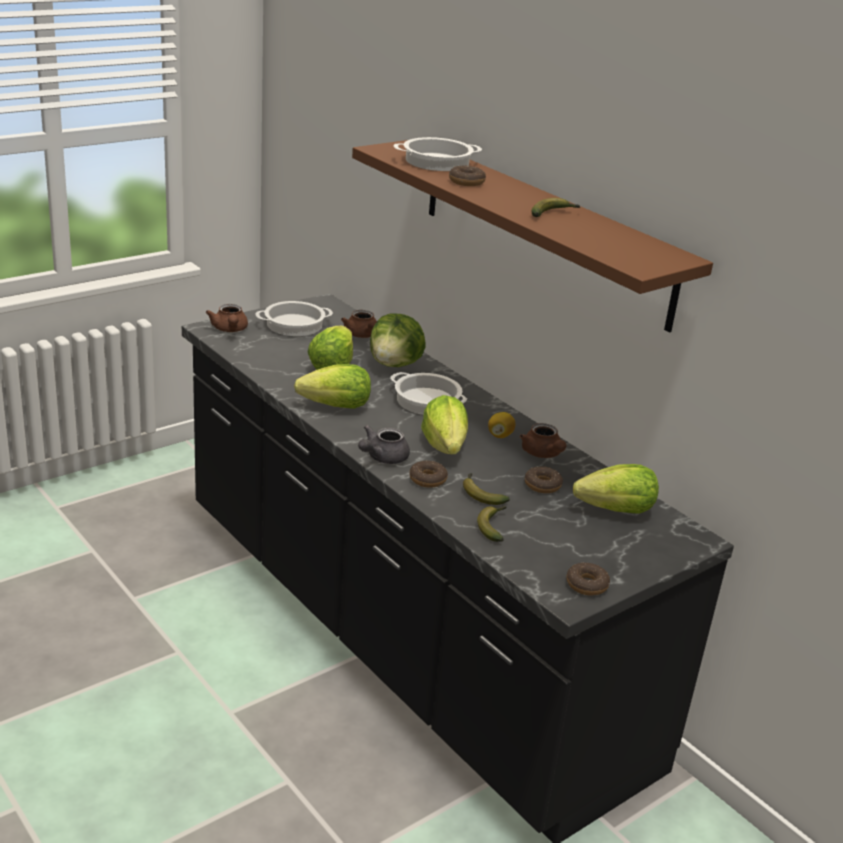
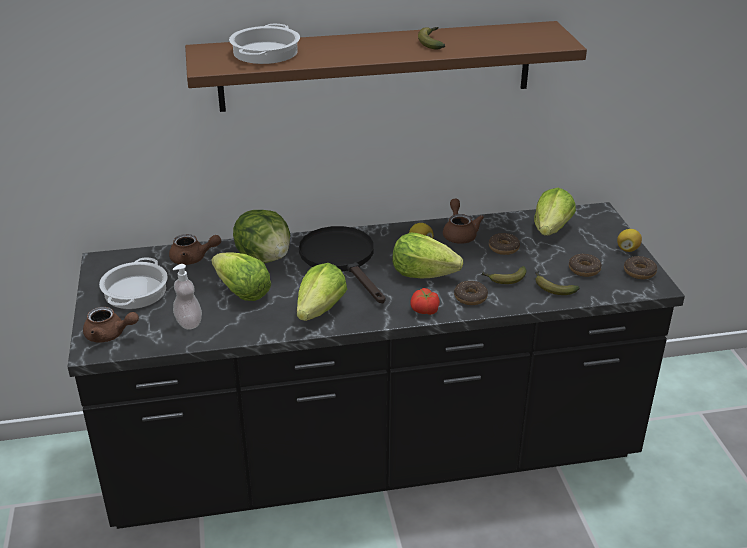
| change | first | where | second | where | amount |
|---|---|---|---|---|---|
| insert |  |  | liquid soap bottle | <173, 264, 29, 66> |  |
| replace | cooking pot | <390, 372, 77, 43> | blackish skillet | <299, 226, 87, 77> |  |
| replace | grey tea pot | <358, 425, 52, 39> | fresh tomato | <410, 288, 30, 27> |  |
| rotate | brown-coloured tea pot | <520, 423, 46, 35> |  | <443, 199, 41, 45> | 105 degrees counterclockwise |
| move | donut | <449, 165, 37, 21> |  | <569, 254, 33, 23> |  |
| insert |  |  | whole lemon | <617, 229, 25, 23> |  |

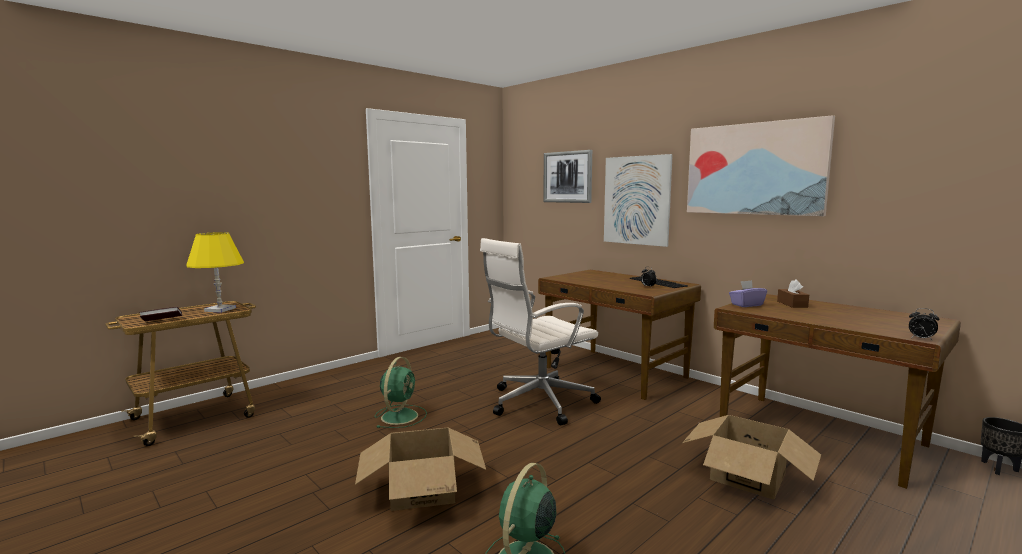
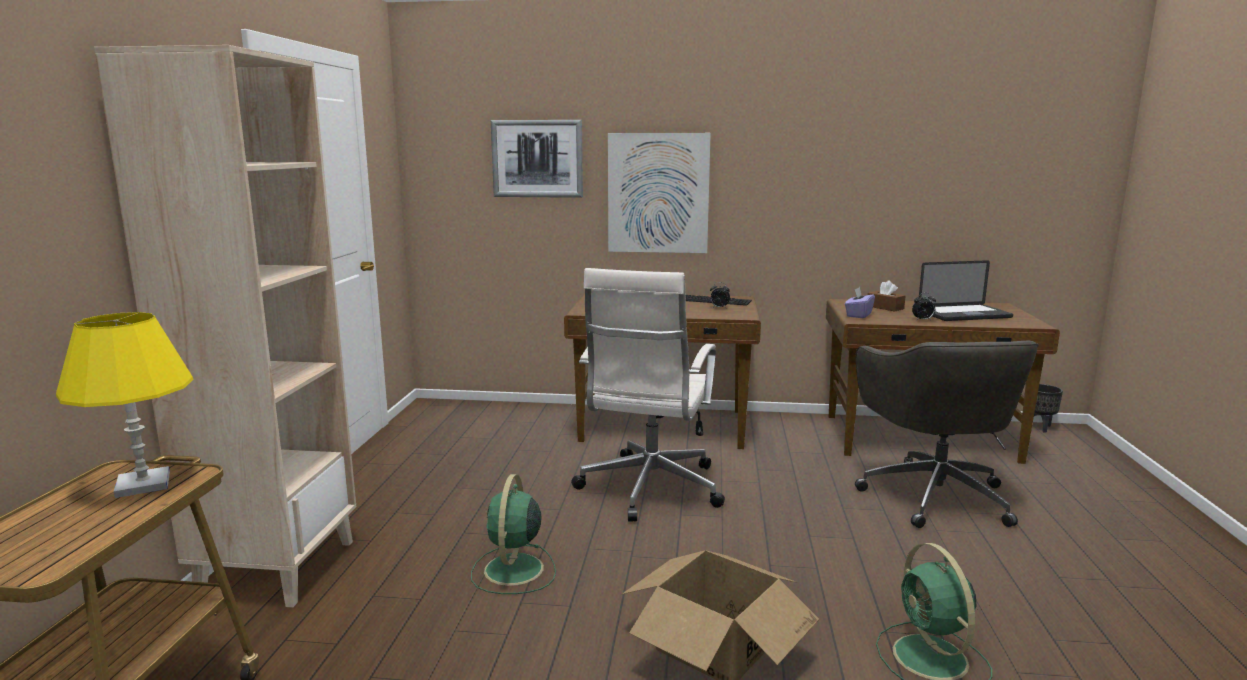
| change | first | where | second | where | amount |
|---|---|---|---|---|---|
| insert |  |  | sand-coloured bookshelf | <94, 45, 262, 563> |  |
| rotate | green electric fan | <375, 357, 52, 71> |  | <471, 474, 85, 120> | 150 degrees counterclockwise |
| replace | cardboard box | <682, 415, 139, 85> | grey desk chair | <855, 340, 184, 188> |  |
| move | table clock | <909, 308, 30, 32> |  | <912, 293, 24, 28> |  |
| insert |  |  | portable computer | <919, 260, 94, 61> |  |
| delete | bound book | <139, 307, 43, 14> |  |  |  |
| delete | wall art | <687, 115, 148, 101> |  |  |  |

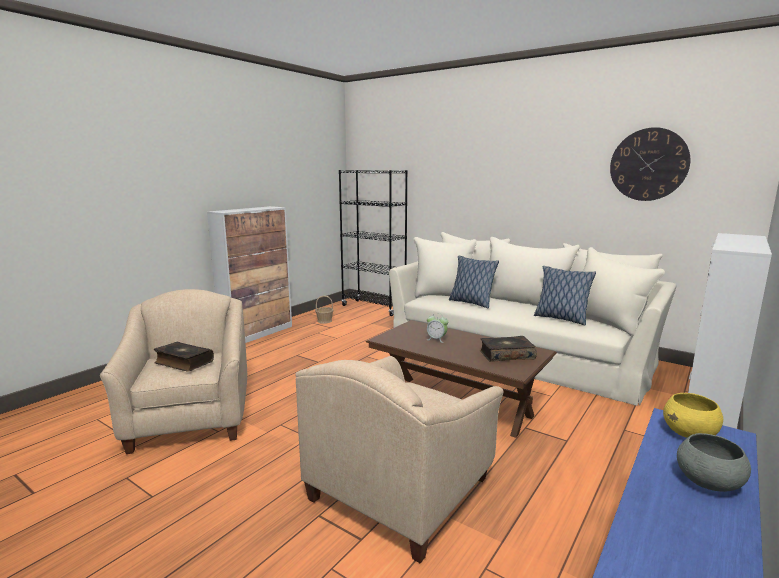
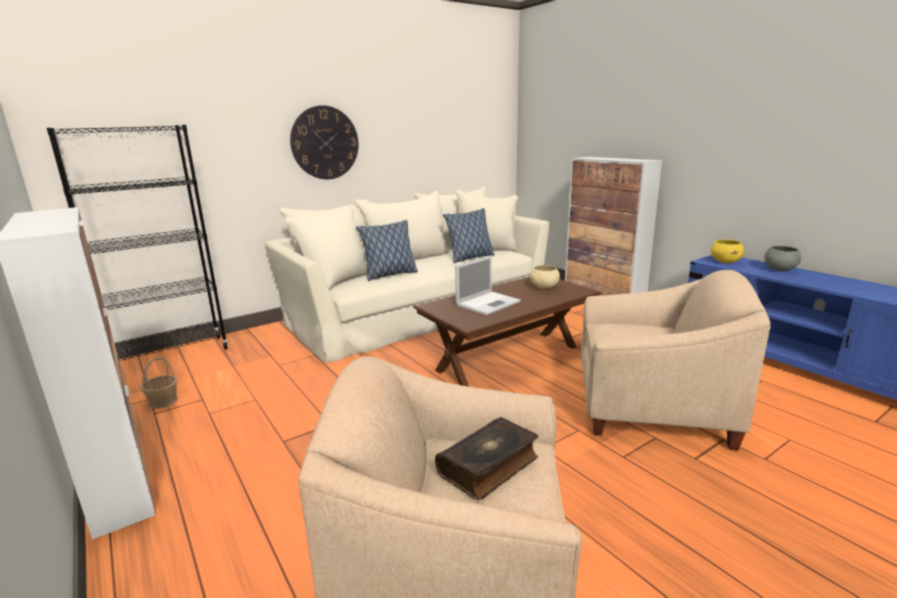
| change | first | where | second | where | amount |
|---|---|---|---|---|---|
| move | hanging clock | <610, 127, 80, 74> |  | <290, 105, 69, 74> |  |
| replace | table clock | <427, 313, 21, 30> | portable computer | <455, 255, 66, 60> |  |
| replace | bound book | <480, 336, 57, 26> | sand-coloured bowl | <530, 265, 30, 24> |  |
| rotate | sand-coloured easy chair | <296, 356, 208, 207> |  | <581, 270, 190, 180> | 45 degrees counterclockwise |

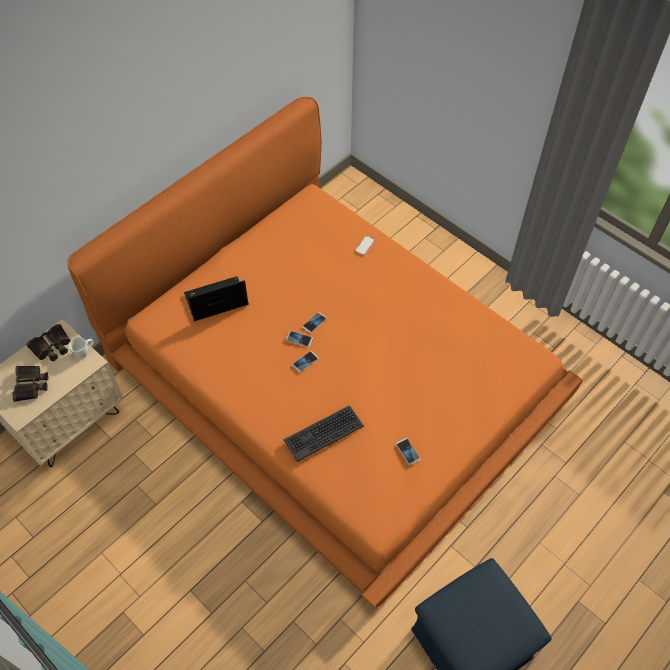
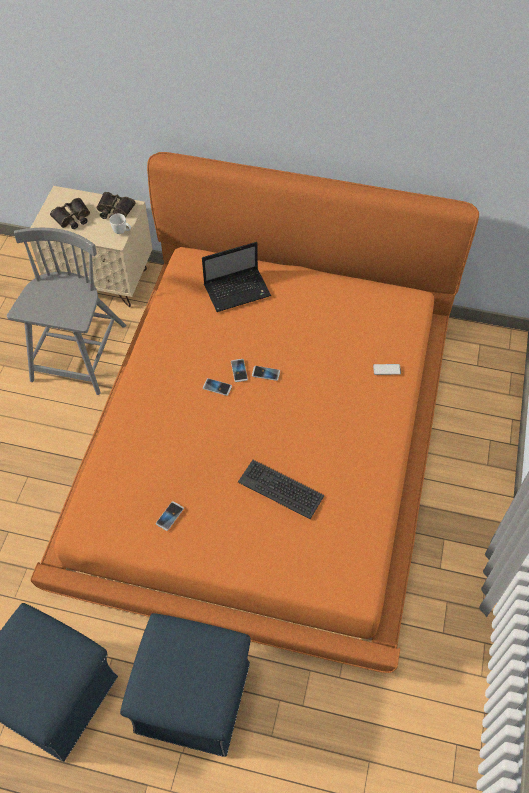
| change | first | where | second | where | amount |
|---|---|---|---|---|---|
| insert |  |  | grey upright chair | <7, 228, 119, 167> |  |
| insert |  |  | blue-coloured pouffe | <120, 613, 131, 144> |  |
| rotate | portable computer | <184, 276, 65, 45> |  | <202, 242, 69, 70> | 120 degrees clockwise |
| move | PC keyboard | <284, 405, 80, 57> |  | <238, 460, 86, 59> |  |

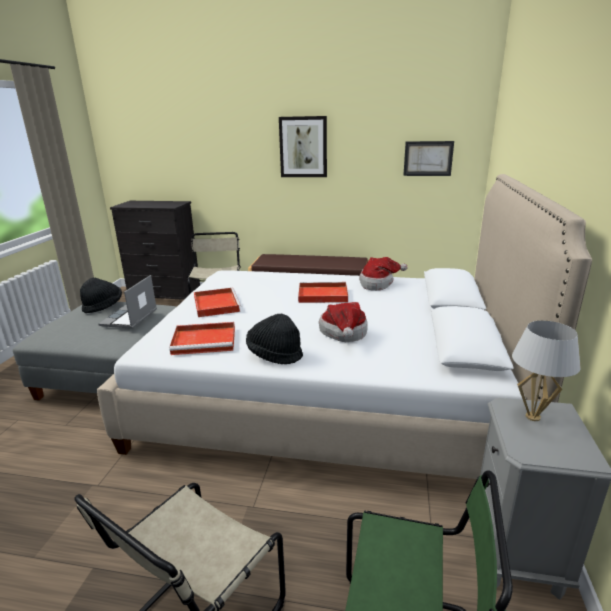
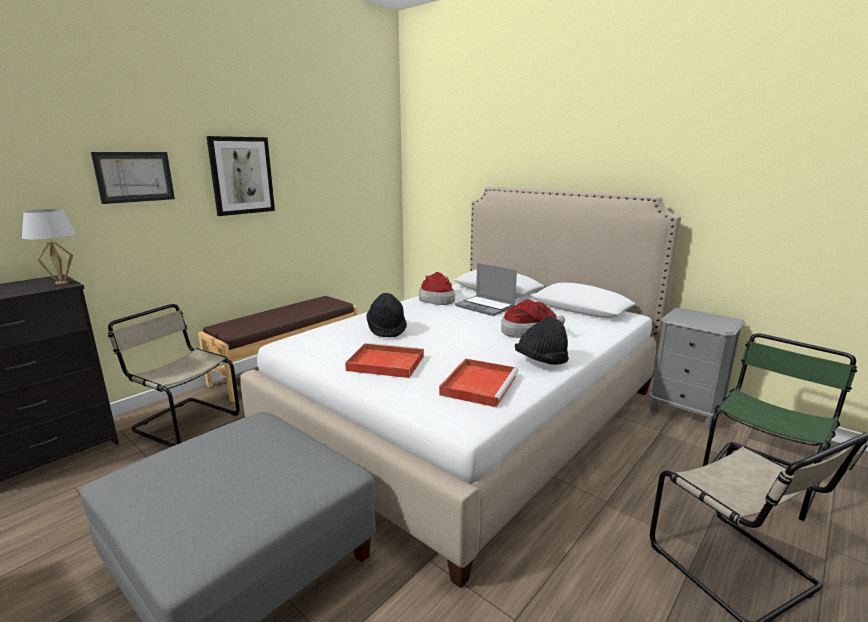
| change | first | where | second | where | amount |
|---|---|---|---|---|---|
| move | white table lamp | <512, 321, 69, 100> |  | <22, 209, 55, 75> |  |
| move | wall art | <403, 141, 51, 35> |  | <91, 152, 84, 52> |  |
| move | blackish wearable hat | <80, 278, 42, 35> |  | <366, 293, 41, 45> |  |
| move | portable computer | <99, 275, 58, 54> |  | <455, 263, 62, 53> |  |
| delete | red carrying tray | <298, 282, 50, 21> |  |  |  |

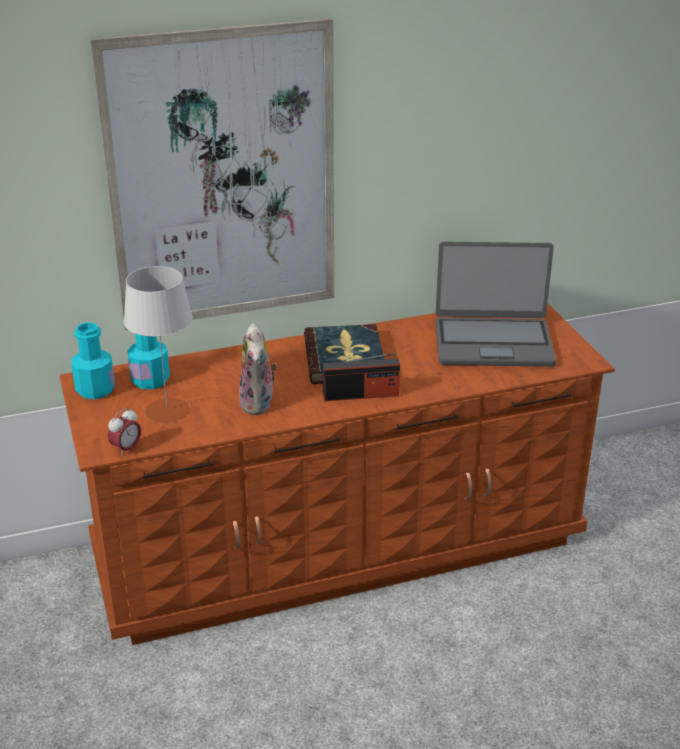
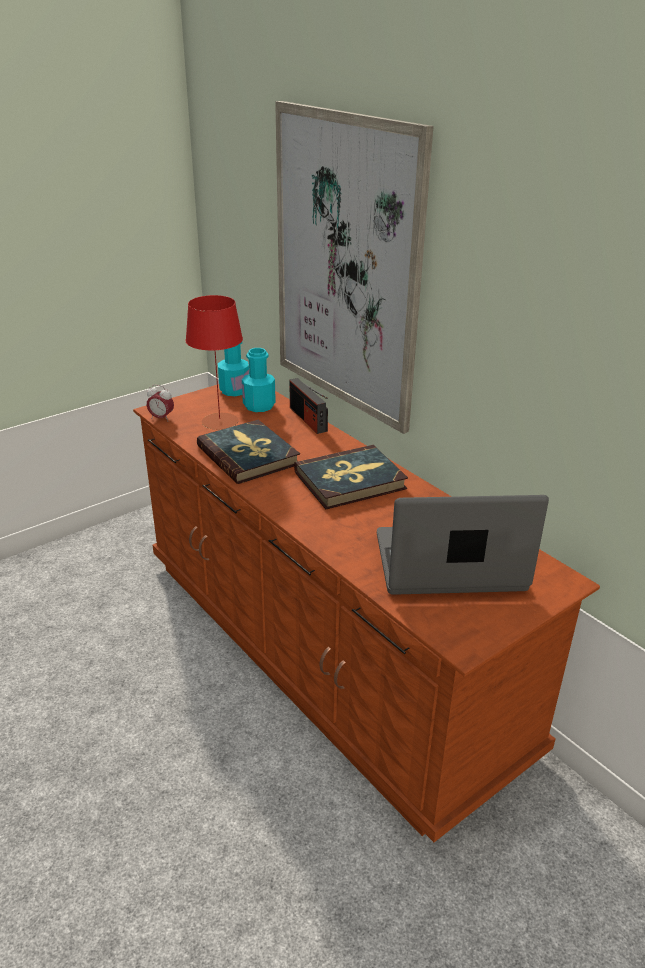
| change | first | where | second | where | amount |
|---|---|---|---|---|---|
| recolor | grey table lamp | <124, 266, 69, 157> | red table lamp | <185, 295, 58, 135> |  |
| replace | cuddly toy | <239, 323, 39, 92> | bound book | <197, 420, 103, 64> |  |
| move | radio | <323, 352, 77, 49> |  | <289, 378, 39, 56> |  |
| rotate | portable computer | <435, 242, 121, 125> |  | <377, 495, 172, 100> | 105 degrees clockwise |

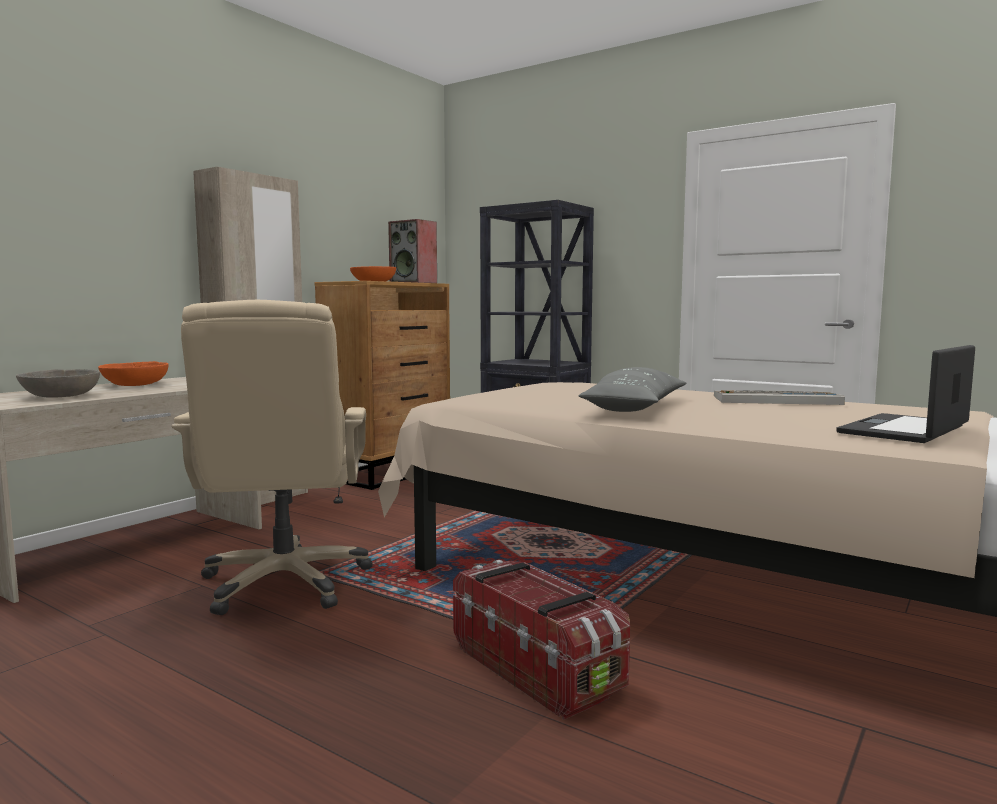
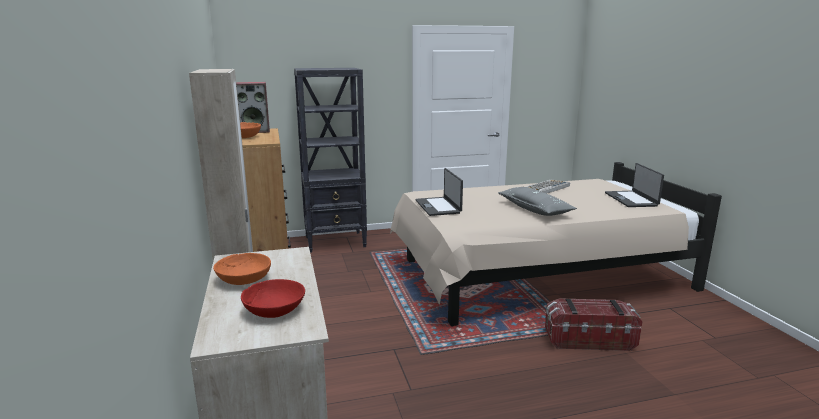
| change | first | where | second | where | amount |
|---|---|---|---|---|---|
| recolor | grey bowl | <16, 369, 84, 29> | red bowl | <241, 279, 64, 39> |  |
| insert |  |  | portable computer | <415, 168, 48, 48> |  |
| delete | sand-coloured desk chair | <171, 300, 202, 315> |  |  |  |

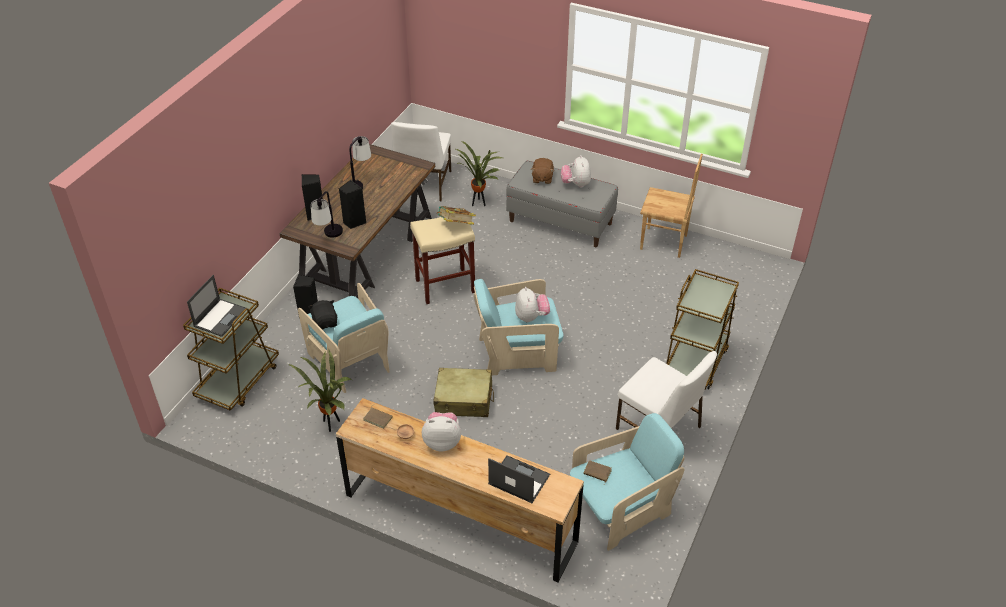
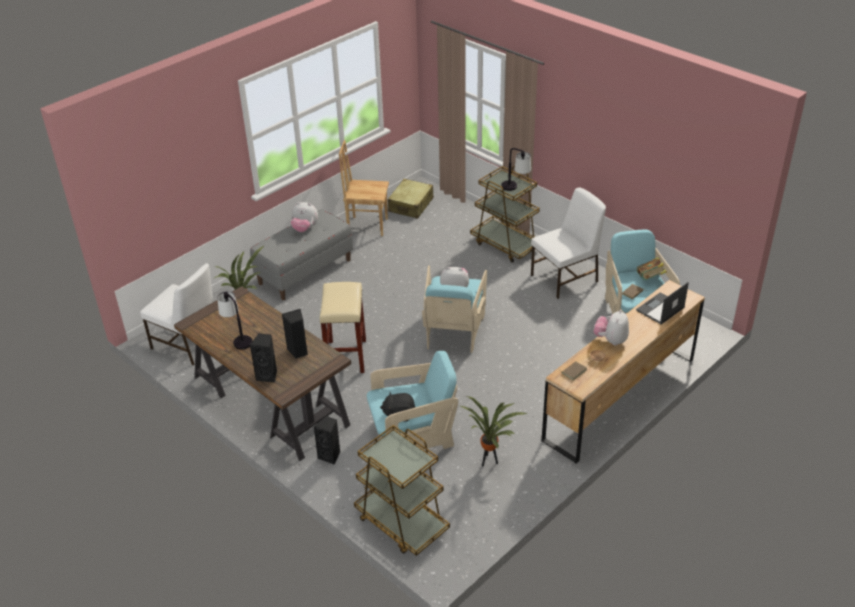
| change | first | where | second | where | amount |
|---|---|---|---|---|---|
| rotate | brown-coloured upright chair | <640, 154, 63, 104> |  | <339, 140, 50, 96> | 120 degrees counterclockwise |
| move | sand-coloured piece of luggage | <433, 368, 61, 49> |  | <388, 179, 45, 40> |  |
| move | table lamp | <311, 191, 32, 47> |  | <501, 148, 30, 43> |  |
| move | bound book | <437, 206, 39, 19> |  | <637, 257, 30, 23> |  |
| delete | portable computer | <187, 275, 59, 62> |  |  |  |
| delete | brown-coloured cuddly toy | <531, 158, 23, 26> |  |  |  |

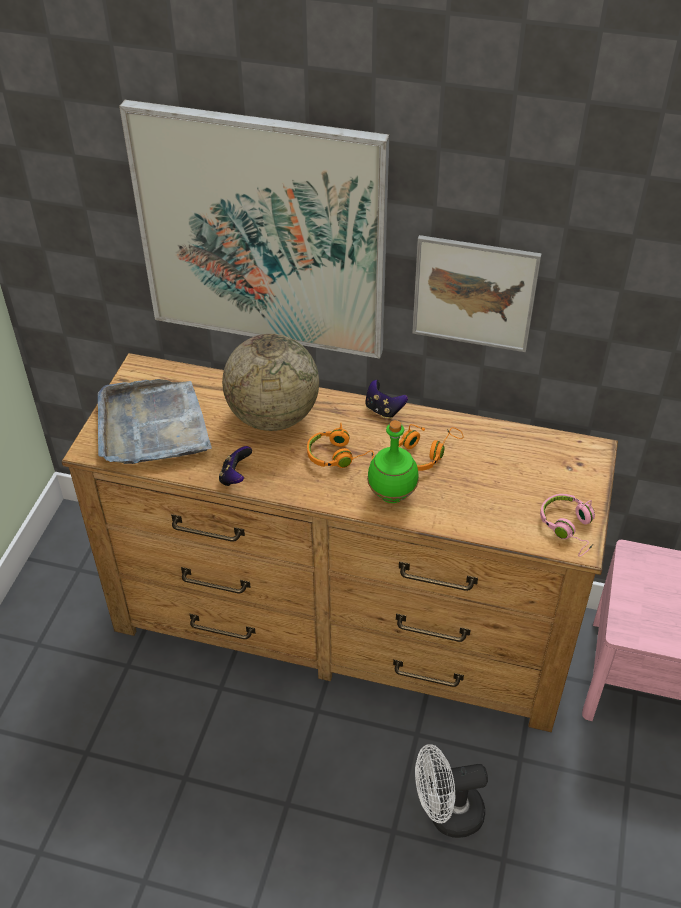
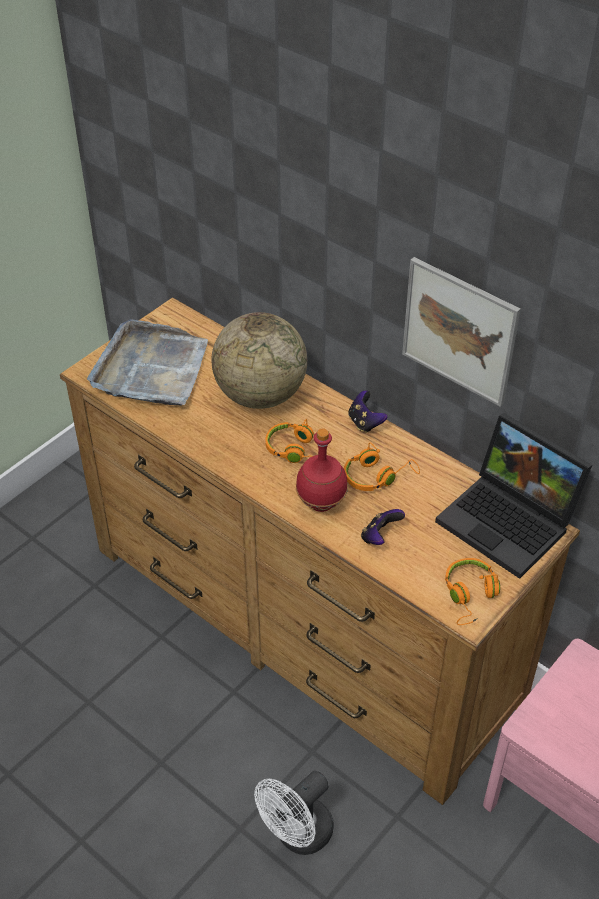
| change | first | where | second | where | amount |
|---|---|---|---|---|---|
| rotate | white electric fan | <415, 744, 73, 94> |  | <254, 771, 80, 84> | 60 degrees counterclockwise |
| recolor | green beverage bottle | <367, 420, 52, 83> | red beverage bottle | <296, 428, 52, 84> |  |
| move | joypad | <219, 446, 33, 40> |  | <361, 509, 44, 36> |  |
| insert |  |  | portable computer | <435, 413, 157, 166> |  |
| recolor | pink pair of headphones | <540, 494, 55, 63> | orange pair of headphones | <445, 558, 55, 67> |  |
| delete | wall art | <119, 100, 271, 259> |  |  |  |

